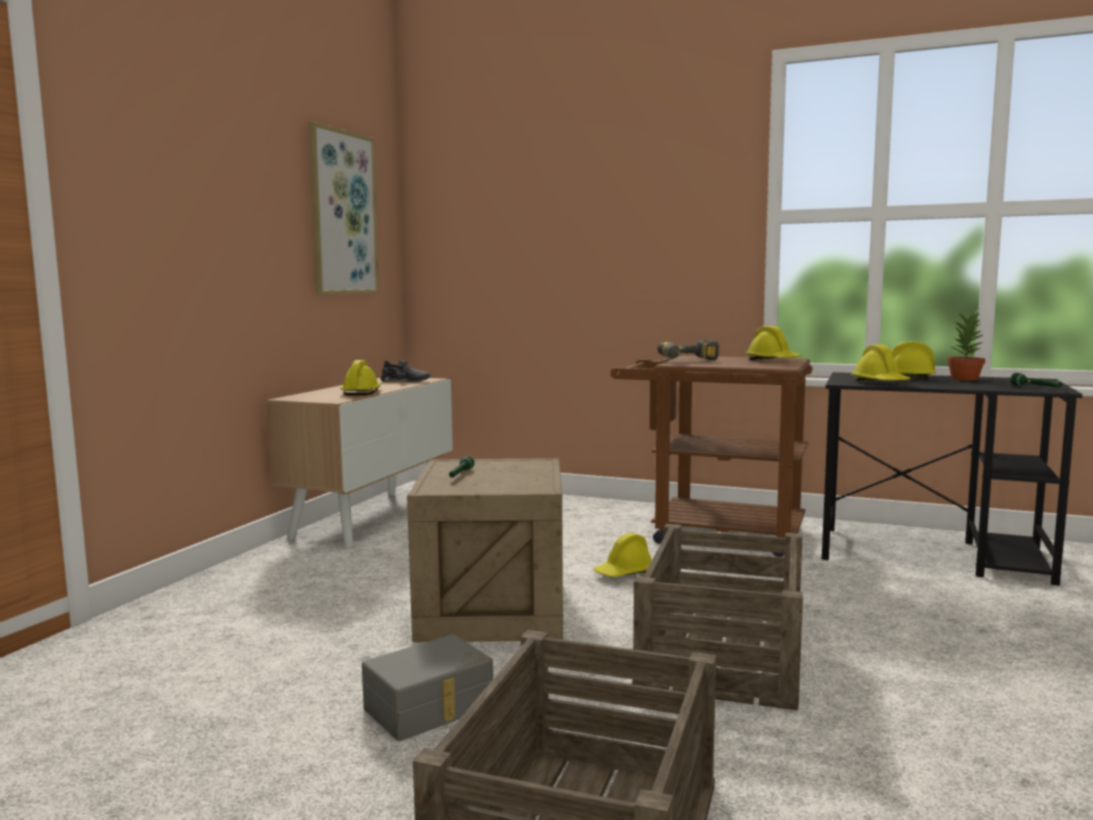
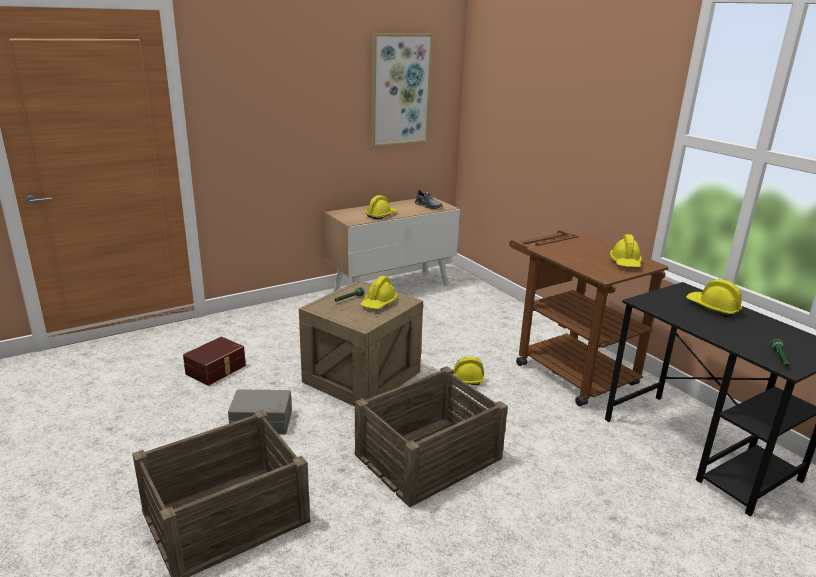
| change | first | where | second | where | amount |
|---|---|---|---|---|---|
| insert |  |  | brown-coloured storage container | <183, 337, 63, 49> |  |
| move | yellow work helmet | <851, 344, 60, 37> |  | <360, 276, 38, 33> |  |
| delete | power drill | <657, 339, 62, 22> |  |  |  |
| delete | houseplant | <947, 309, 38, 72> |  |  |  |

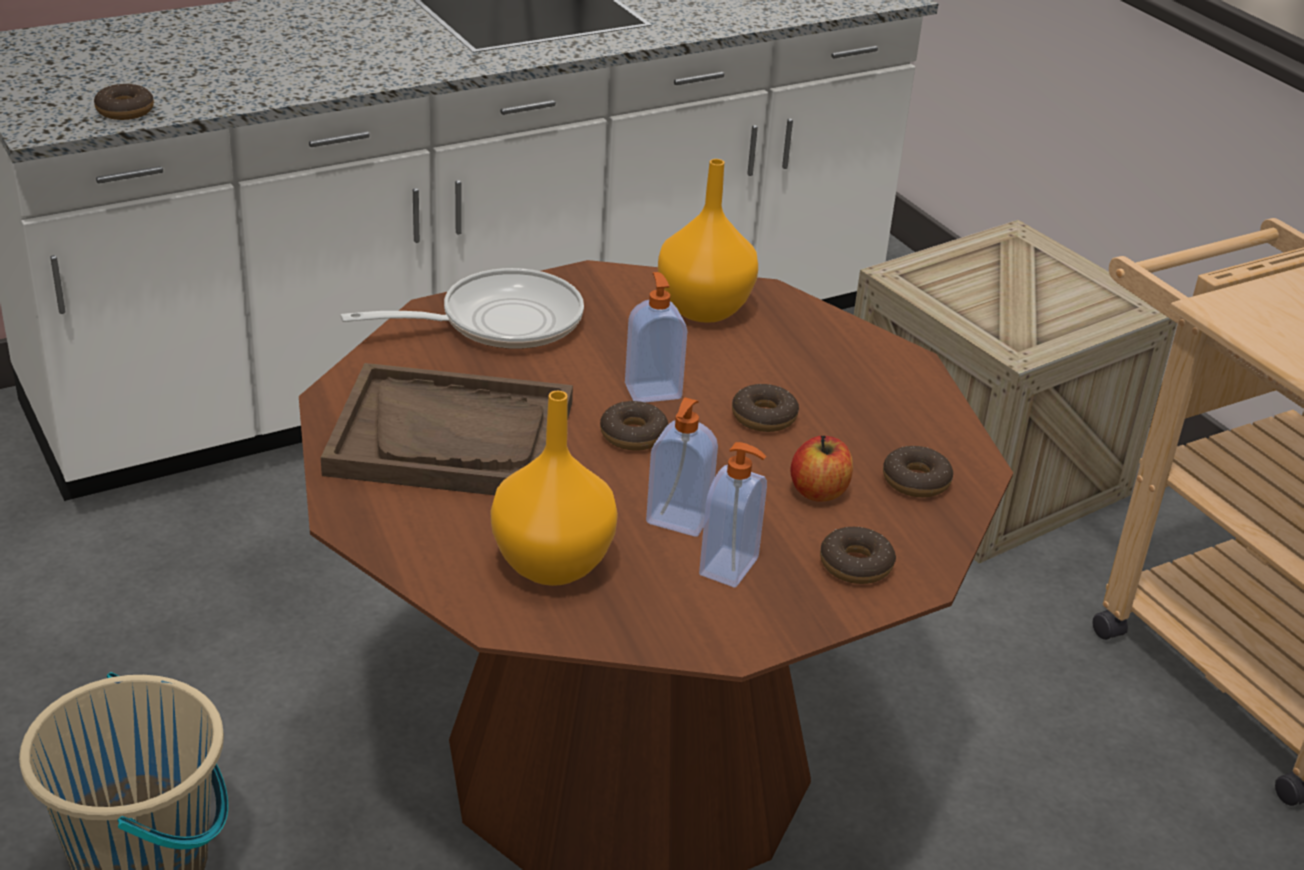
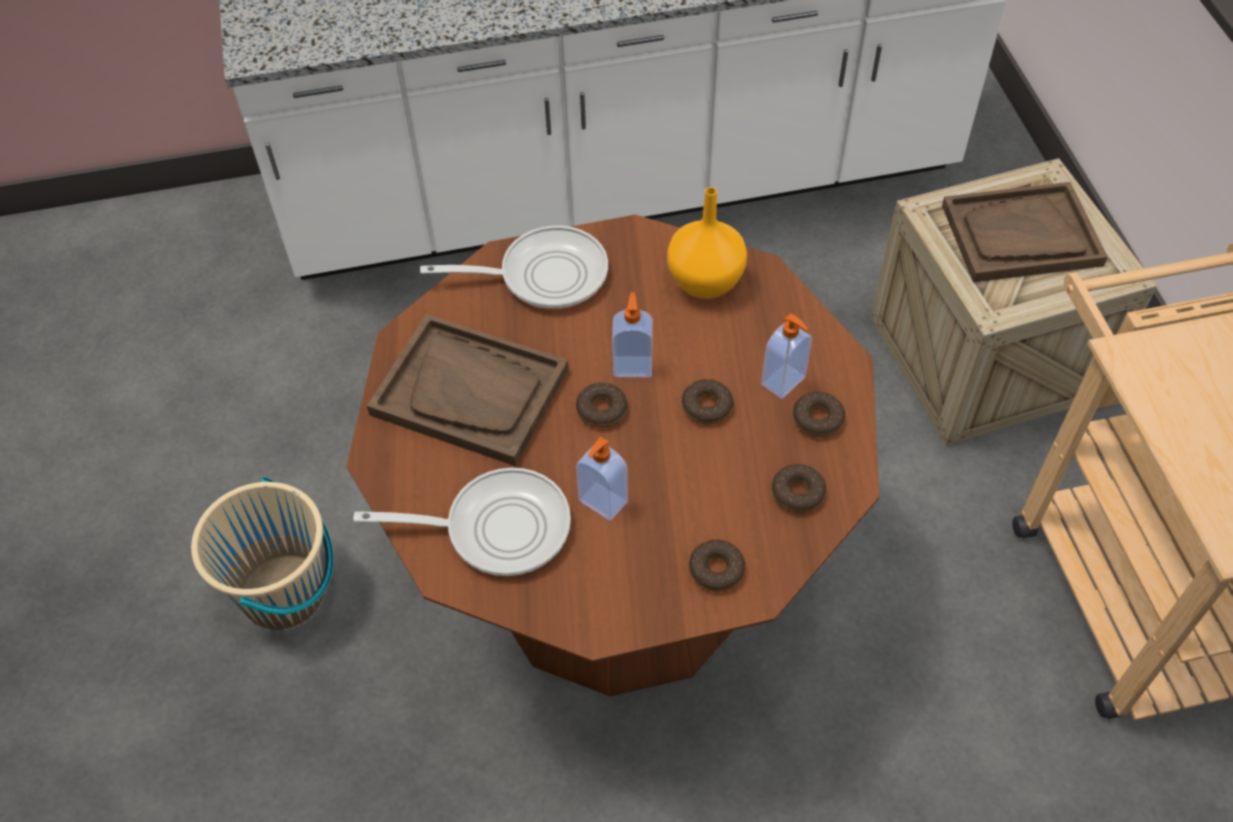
| change | first | where | second | where | amount |
|---|---|---|---|---|---|
| replace | orange vase | <491, 391, 127, 195> | skillet | <353, 468, 218, 108> |  |
| move | liquid soap bottle | <699, 442, 68, 146> |  | <761, 313, 51, 86> |  |
| move | donut | <94, 84, 60, 36> |  | <793, 391, 52, 46> |  |
| insert |  |  | brown-coloured carrying tray | <942, 182, 166, 100> |  |
| delete | apple fruit | <790, 436, 63, 66> |  |  |  |

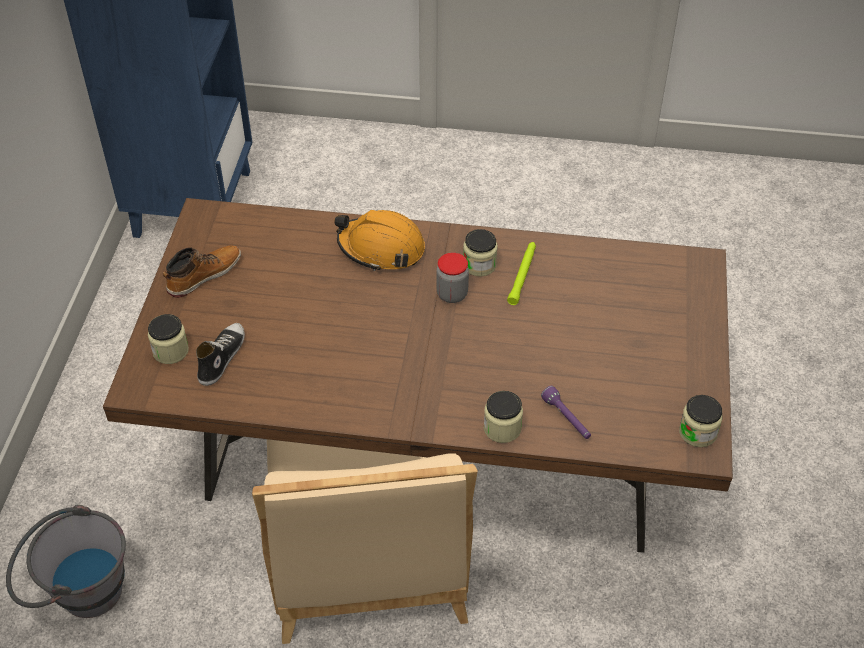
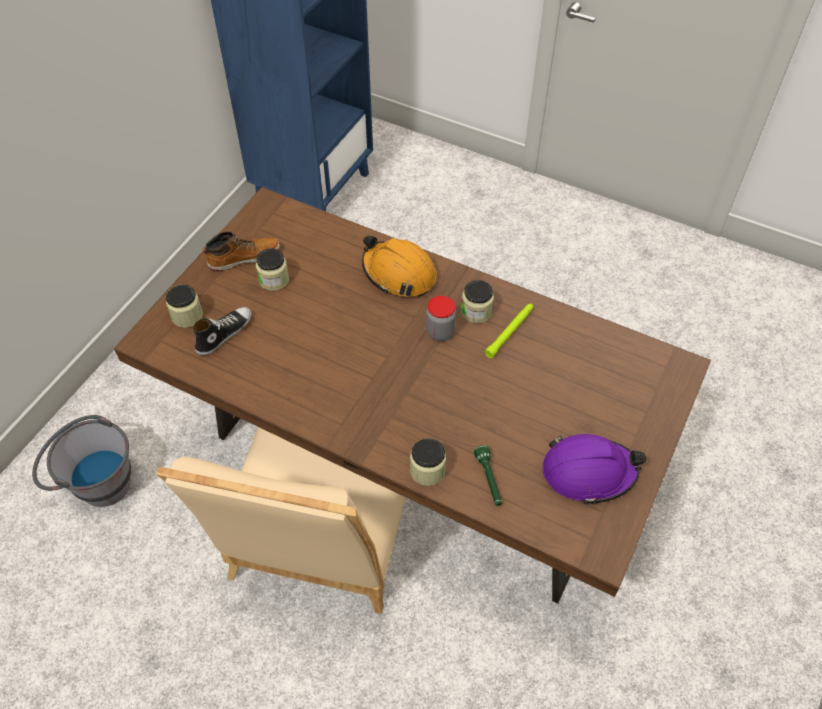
| change | first | where | second | where | amount |
|---|---|---|---|---|---|
| move | preserve jar | <679, 395, 43, 52> |  | <256, 248, 33, 43> |  |
| recolor | purple-coloured hand torch | <541, 386, 50, 53> | green hand torch | <474, 445, 28, 61> |  |
| insert |  |  | purple-coloured work helmet | <543, 434, 103, 70> |  |

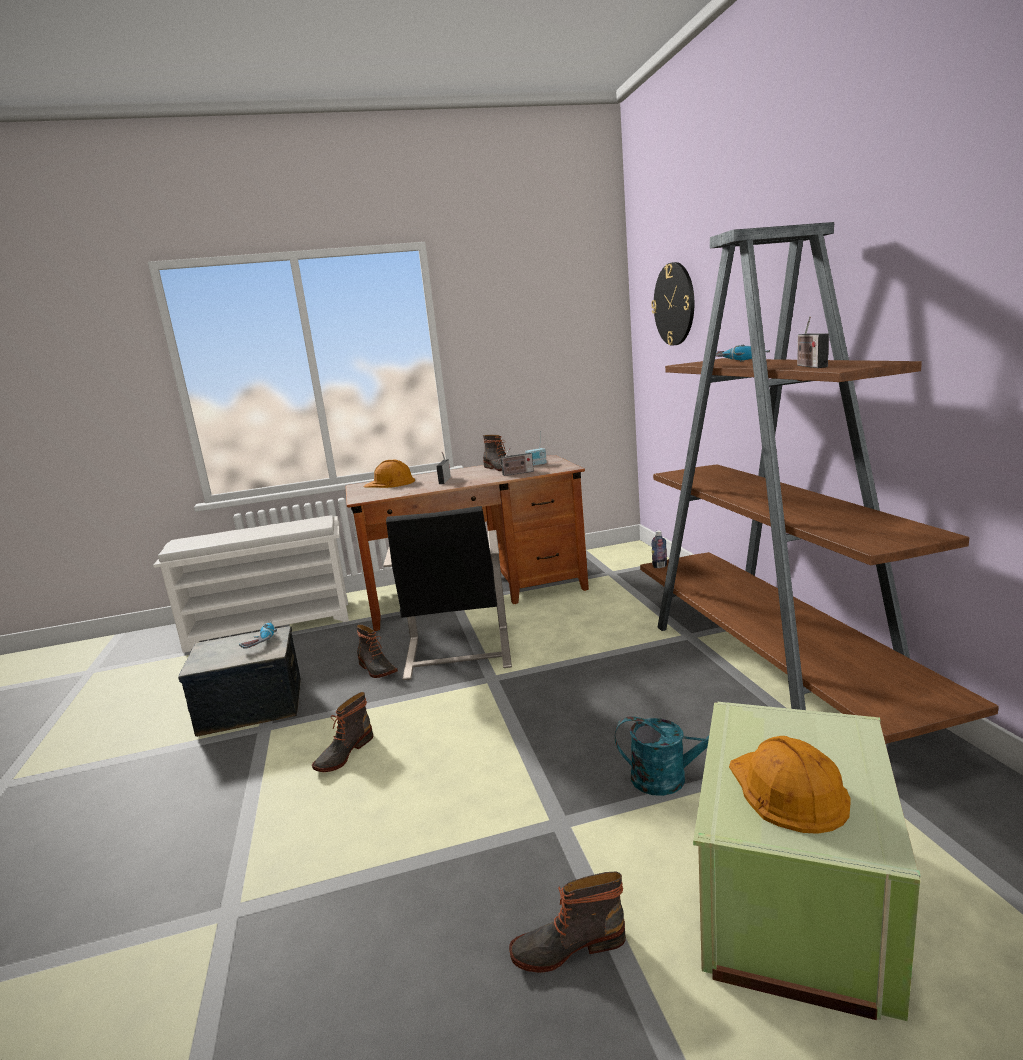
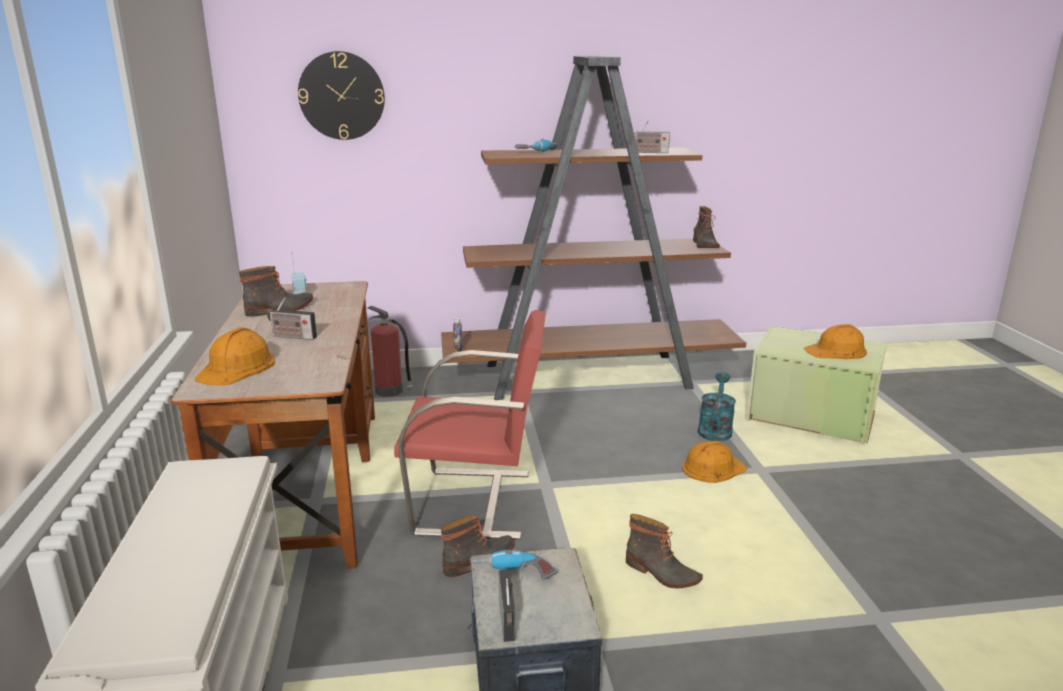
| change | first | where | second | where | amount |
|---|---|---|---|---|---|
| insert |  |  | extinguisher | <368, 306, 45, 91> |  |
| recolor | blackish upright chair | <383, 506, 129, 174> | red upright chair | <394, 310, 152, 230> |  |
| move | radio | <498, 446, 36, 30> |  | <498, 570, 17, 72> |  |
| insert |  |  | orange work helmet | <682, 441, 65, 42> |  |
| move | tall boot | <509, 872, 117, 100> |  | <693, 206, 27, 42> |  |

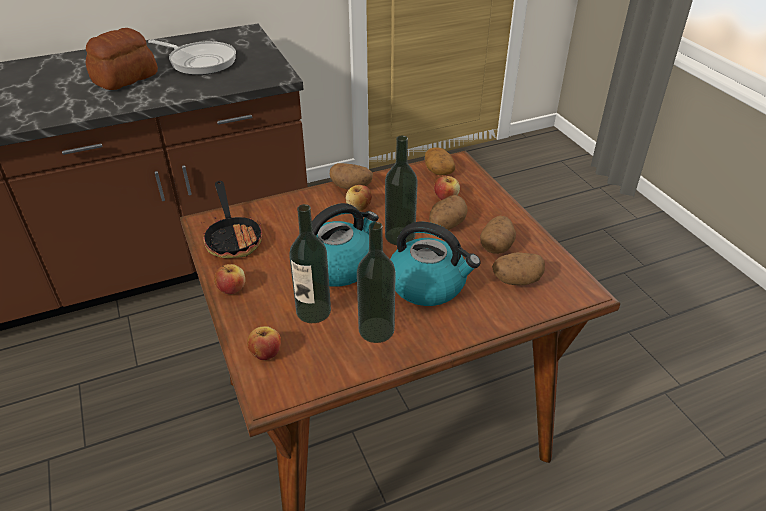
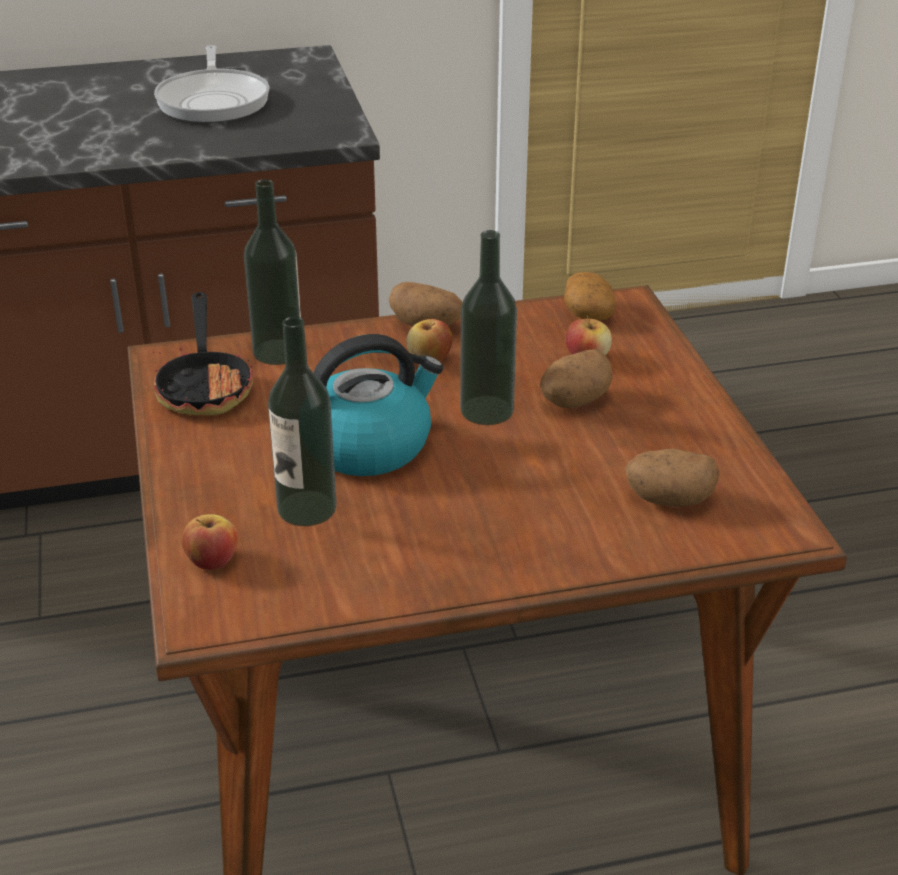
| change | first | where | second | where | amount |
|---|---|---|---|---|---|
| rotate | skillet | <148, 39, 88, 36> |  | <154, 45, 116, 78> | 45 degrees clockwise |
| move | beverage bottle | <357, 222, 39, 121> |  | <244, 179, 57, 186> |  |
| delete | bread | <86, 28, 72, 62> |  |  |  |
| delete | apple fruit | <214, 264, 31, 30> |  |  |  |
| delete | water kettle | <390, 222, 91, 84> |  |  |  |
| delete | potato | <480, 216, 36, 38> |  |  |  |

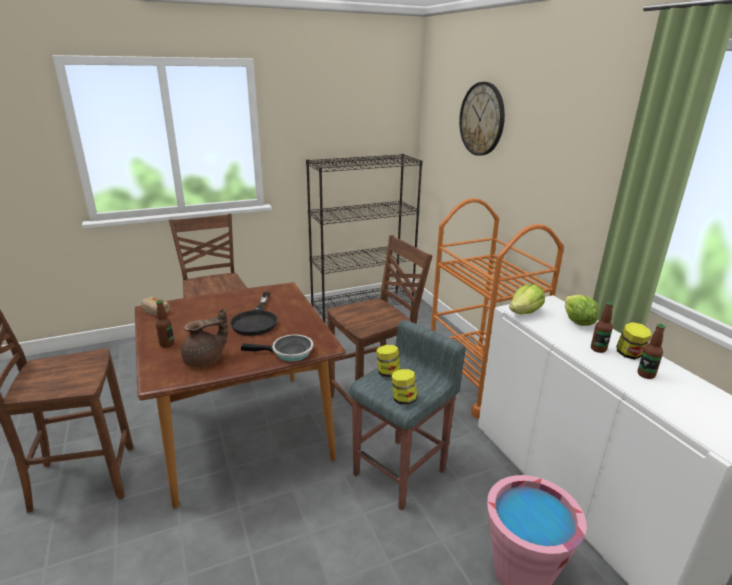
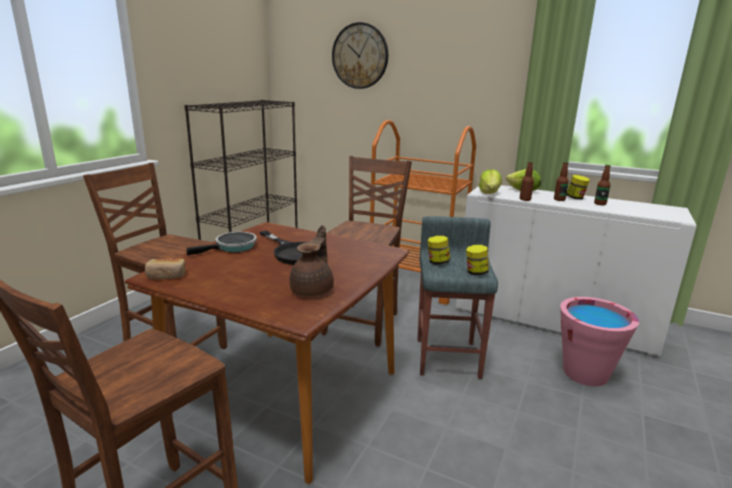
| change | first | where | second | where | amount |
|---|---|---|---|---|---|
| move | skillet | <241, 334, 72, 28> |  | <187, 232, 70, 23> |  |
| move | beverage bottle | <156, 300, 18, 48> |  | <520, 161, 14, 40> |  |

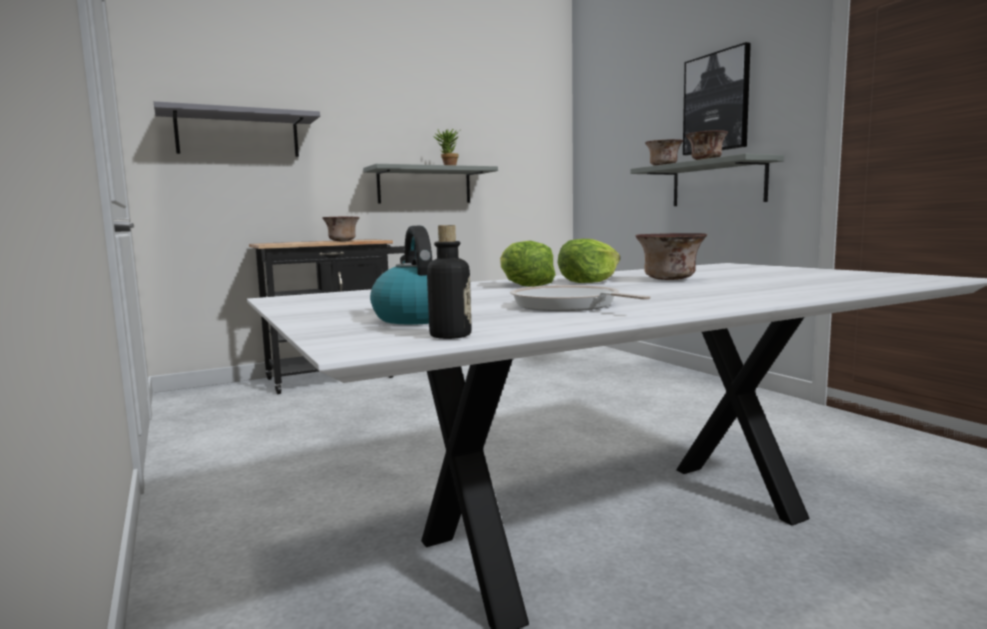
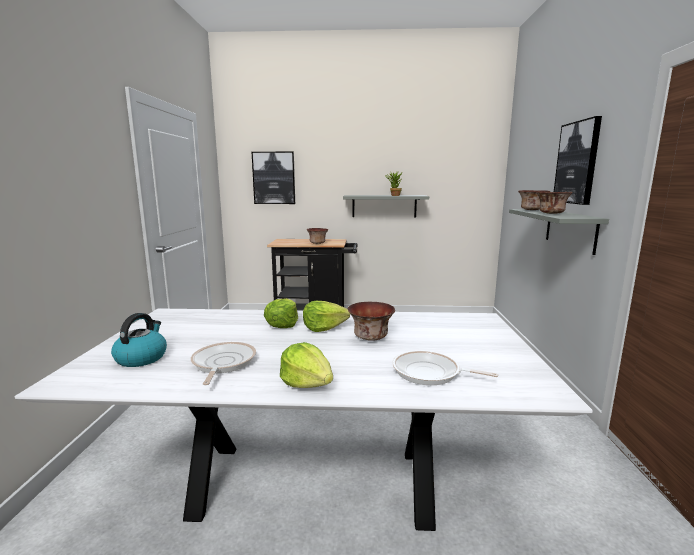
| change | first | where | second | where | amount |
|---|---|---|---|---|---|
| replace | grey shelf | <154, 101, 166, 56> | wall art | <252, 152, 43, 52> |  |
| insert |  |  | head of lettuce | <280, 342, 53, 46> |  |
| insert |  |  | skillet | <392, 350, 106, 35> |  |
| delete | beverage bottle | <427, 225, 45, 114> |  |  |  |

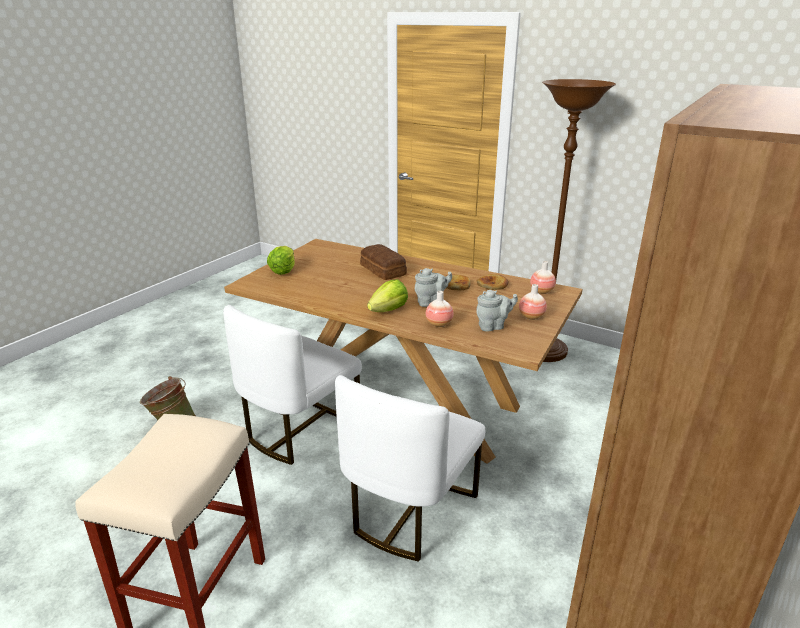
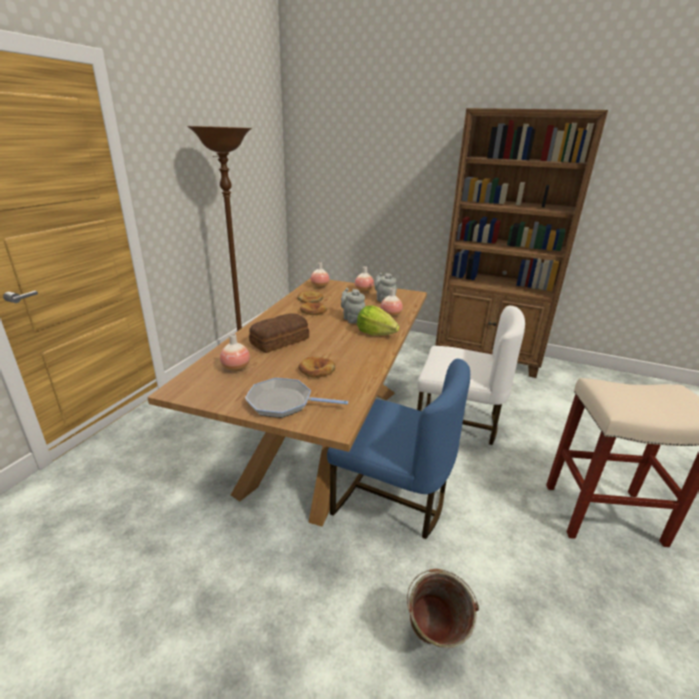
| change | first | where | second | where | amount |
|---|---|---|---|---|---|
| insert |  |  | vase | <220, 334, 30, 38> |  |
| replace | head of lettuce | <267, 246, 28, 29> | skillet | <245, 378, 103, 40> |  |
| insert |  |  | bread | <298, 356, 37, 22> |  |
| recolor | white upright chair | <223, 305, 139, 160> | blue-coloured upright chair | <327, 359, 143, 180> |  |

